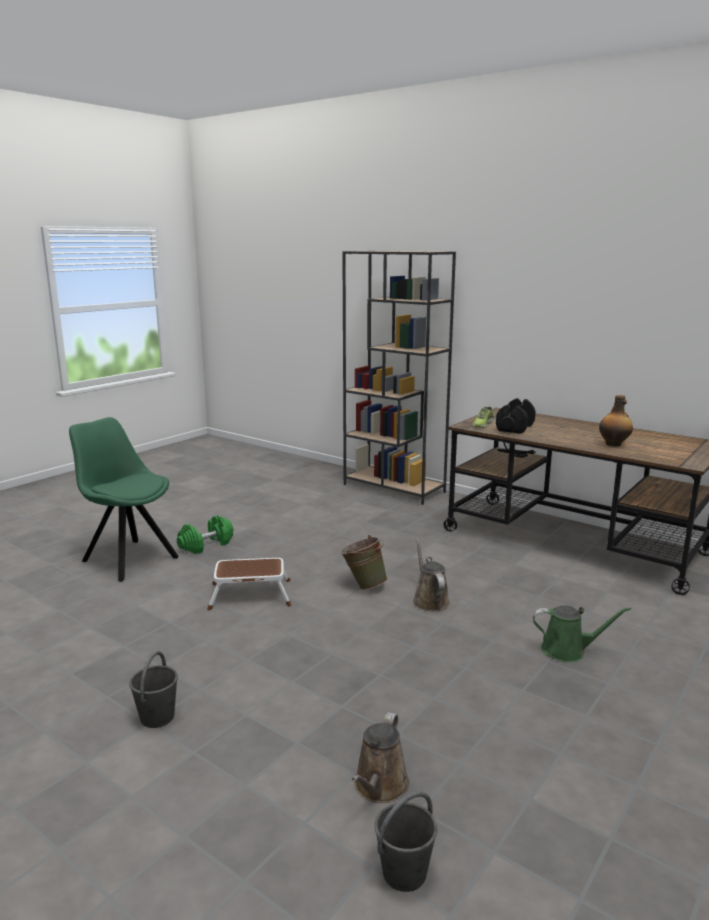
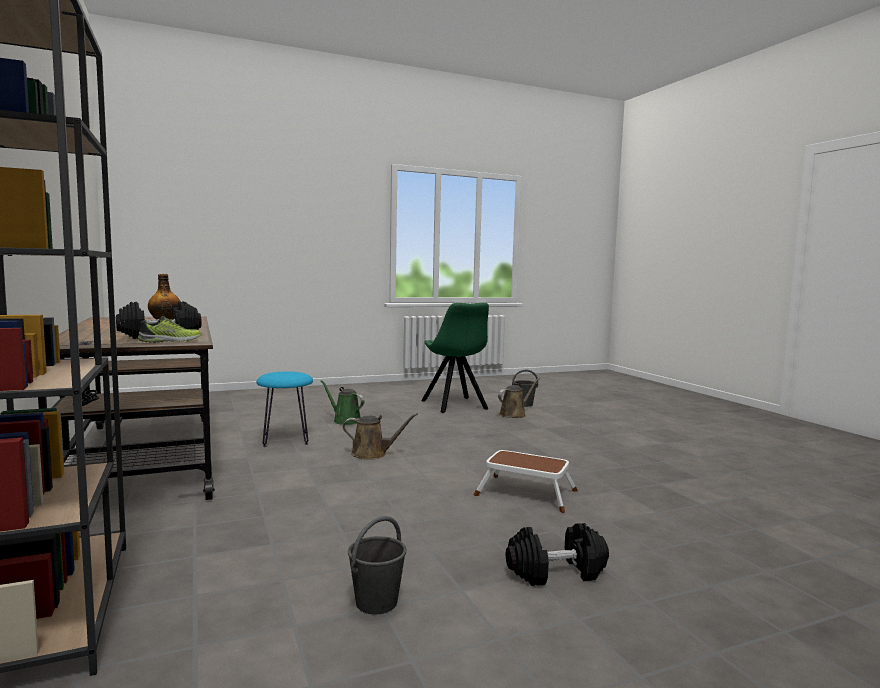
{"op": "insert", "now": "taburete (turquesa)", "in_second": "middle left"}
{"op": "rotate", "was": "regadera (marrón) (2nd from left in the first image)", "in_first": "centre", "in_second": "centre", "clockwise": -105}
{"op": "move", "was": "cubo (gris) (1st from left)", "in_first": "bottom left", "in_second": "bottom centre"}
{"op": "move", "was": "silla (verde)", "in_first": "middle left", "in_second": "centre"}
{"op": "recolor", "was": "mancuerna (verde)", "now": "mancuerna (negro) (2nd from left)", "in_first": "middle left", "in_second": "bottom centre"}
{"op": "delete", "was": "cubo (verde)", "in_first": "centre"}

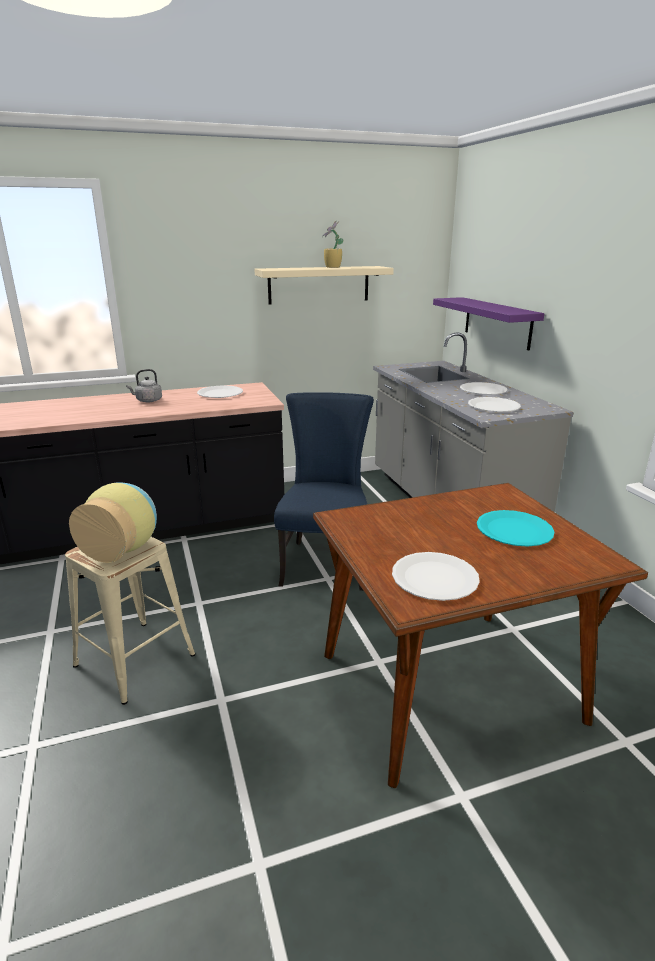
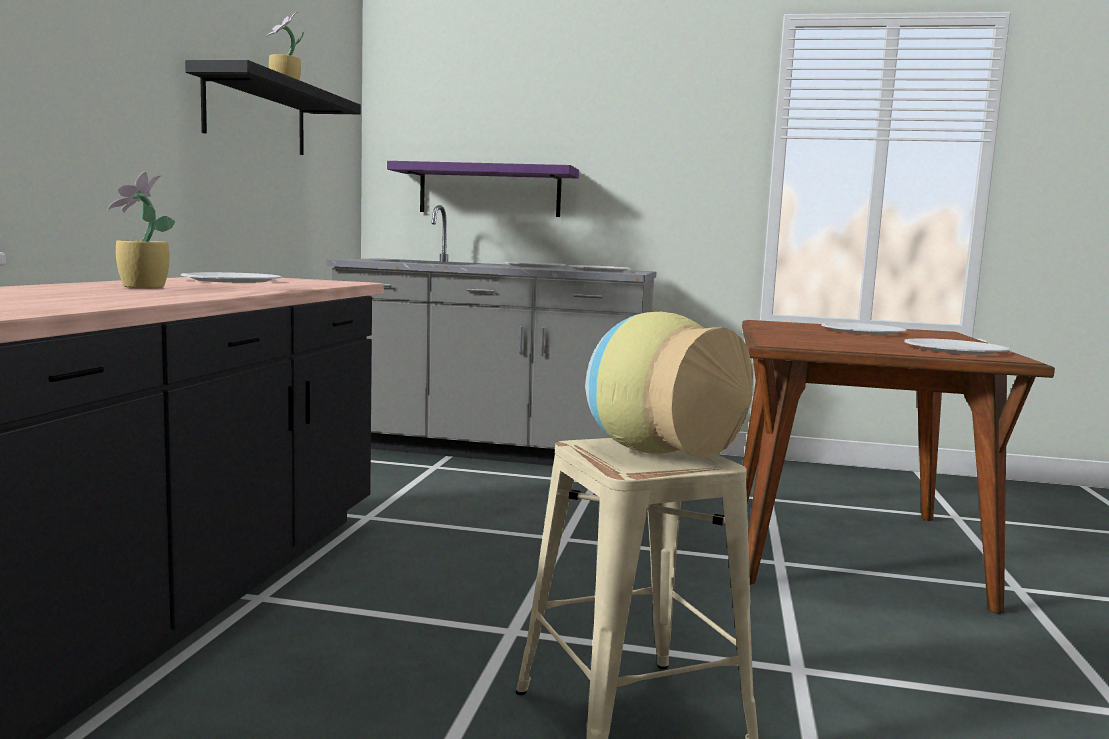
{"op": "replace", "was": "hervidor (gris)", "now": "planta en maceta (1st from left)", "in_first": "middle left", "in_second": "top left"}
{"op": "recolor", "was": "estante (beis)", "now": "estante (negro)", "in_first": "top centre", "in_second": "top left"}
{"op": "recolor", "was": "plato (turquesa)", "now": "plato (blanco) (4th from left)", "in_first": "middle right", "in_second": "middle right"}
{"op": "delete", "was": "silla (azul)", "in_first": "centre"}

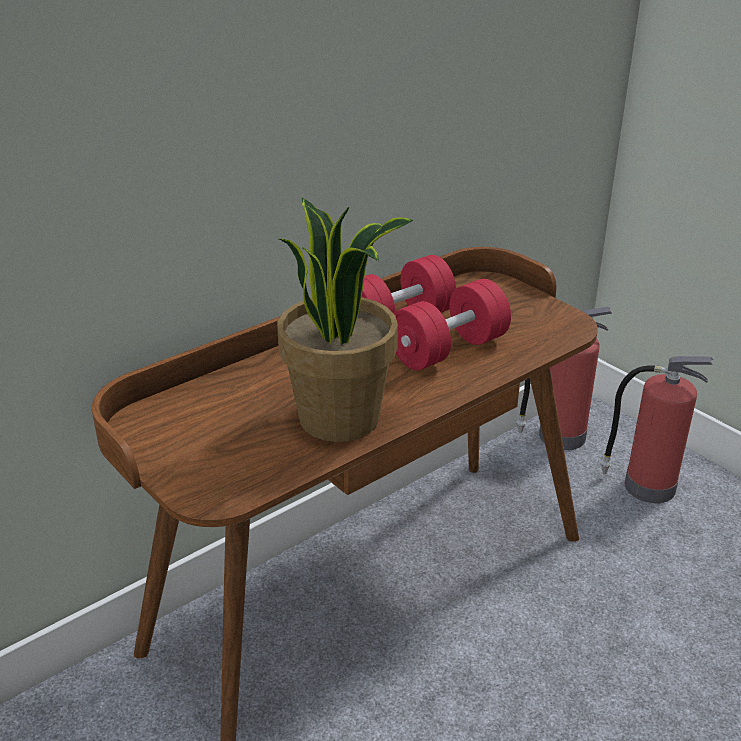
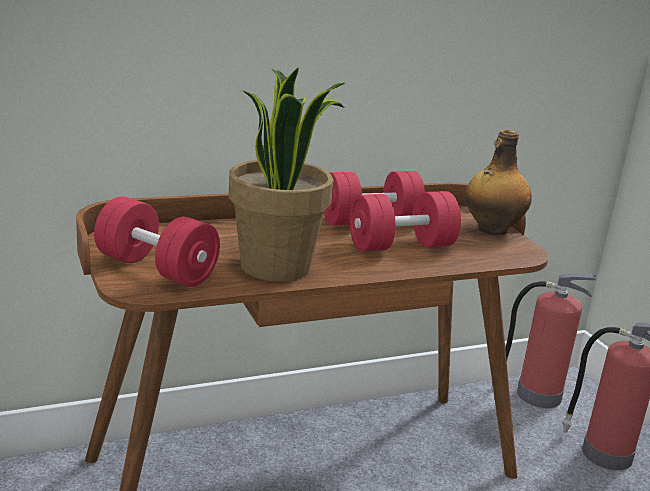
{"op": "insert", "now": "mancuerna (rojo) (1st from left)", "in_second": "middle left"}
{"op": "insert", "now": "botella", "in_second": "middle right"}

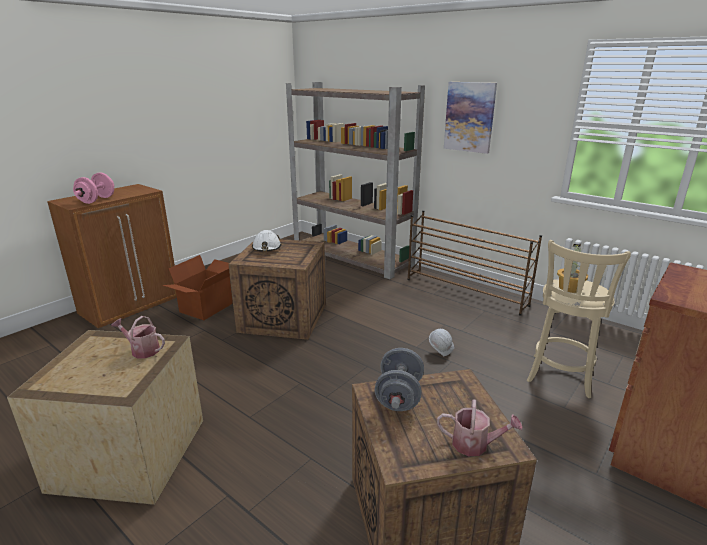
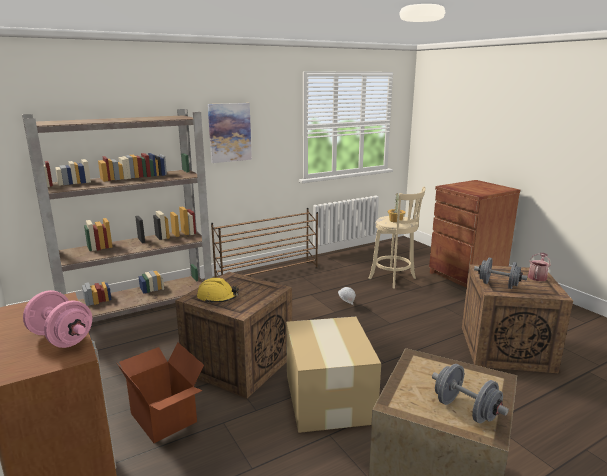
{"op": "recolor", "was": "casco (blanco) (1st from left)", "now": "casco (amarillo)", "in_first": "centre", "in_second": "centre"}
{"op": "insert", "now": "caja de cartón (2nd from left)", "in_second": "bottom centre"}
{"op": "insert", "now": "mancuerna (gris) (1st from left)", "in_second": "bottom right"}
{"op": "delete", "was": "regadera (1st from left)", "in_first": "middle left"}

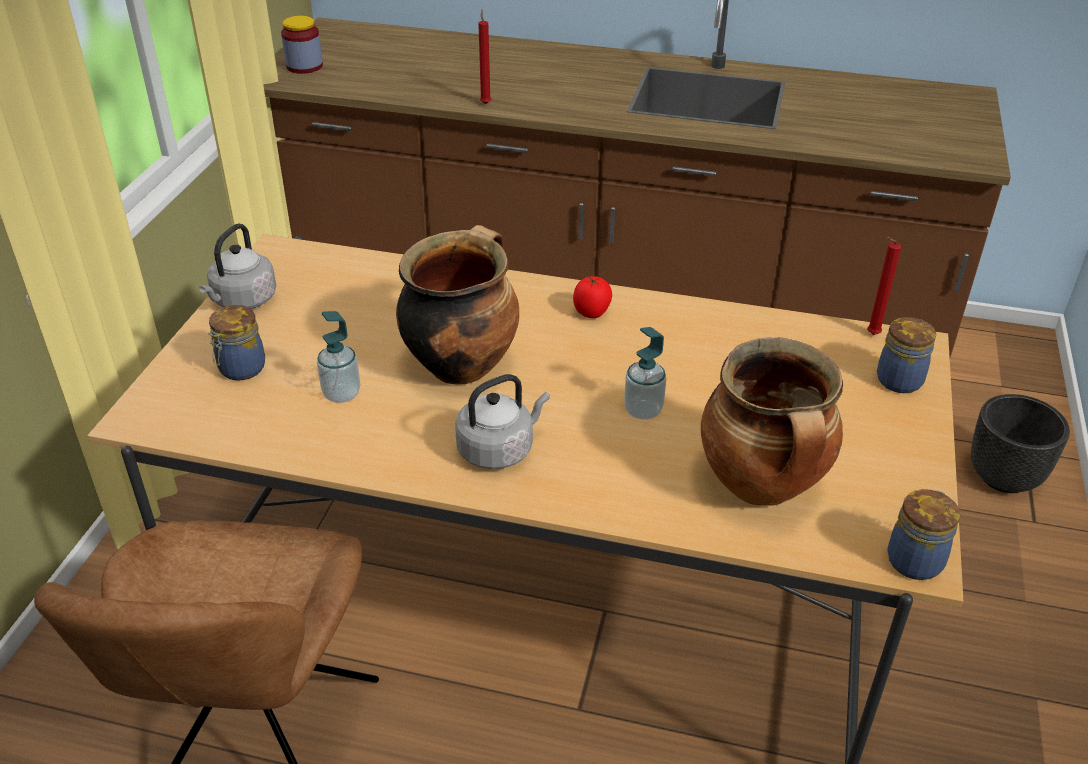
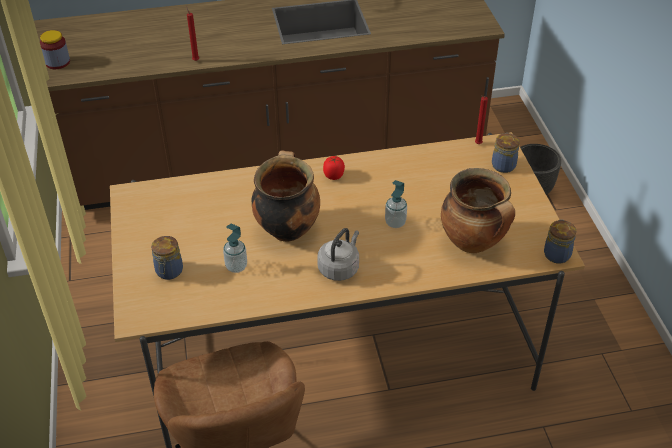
{"op": "delete", "was": "hervidor (gris) (1st from left)", "in_first": "middle left"}

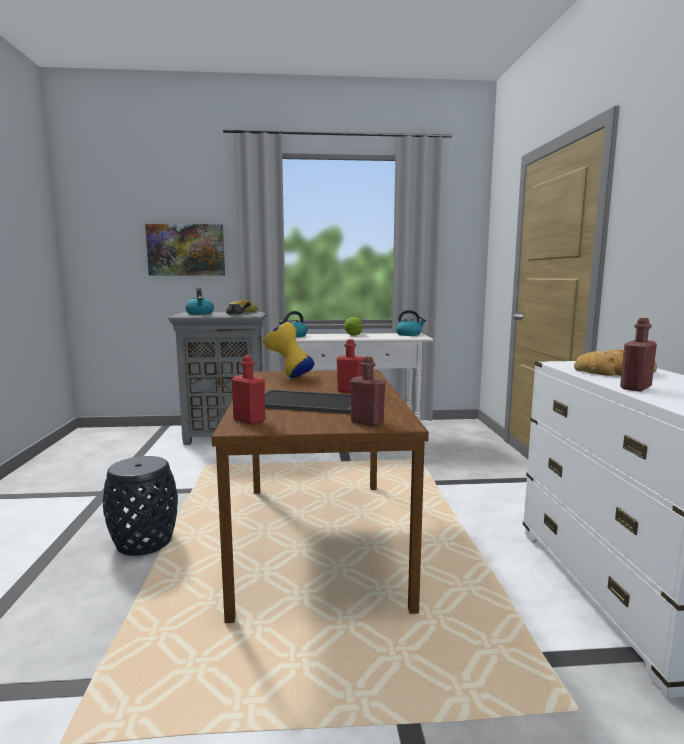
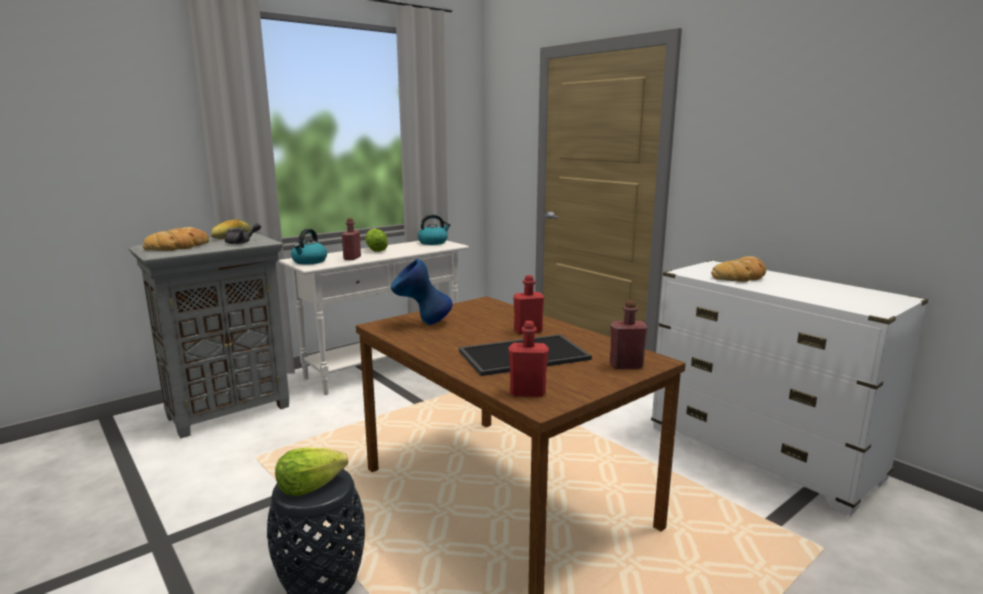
{"op": "replace", "was": "hervidor (1st from left)", "now": "pan (1st from left)", "in_first": "middle left", "in_second": "middle left"}
{"op": "insert", "now": "lechuga (1st from left)", "in_second": "bottom left"}
{"op": "move", "was": "botella (rojo) (4th from left in the first image)", "now": "botella (rojo) (1st from left)", "in_first": "middle right", "in_second": "centre"}
{"op": "recolor", "was": "florero (amarillo)", "now": "florero (azul)", "in_first": "centre", "in_second": "centre"}
{"op": "delete", "was": "cuadro", "in_first": "middle left"}

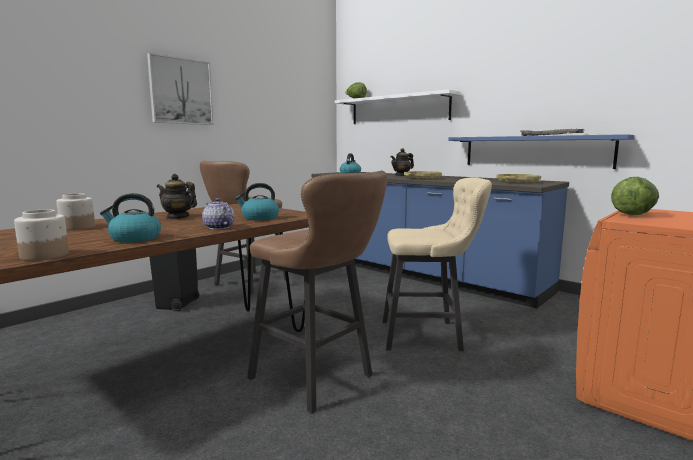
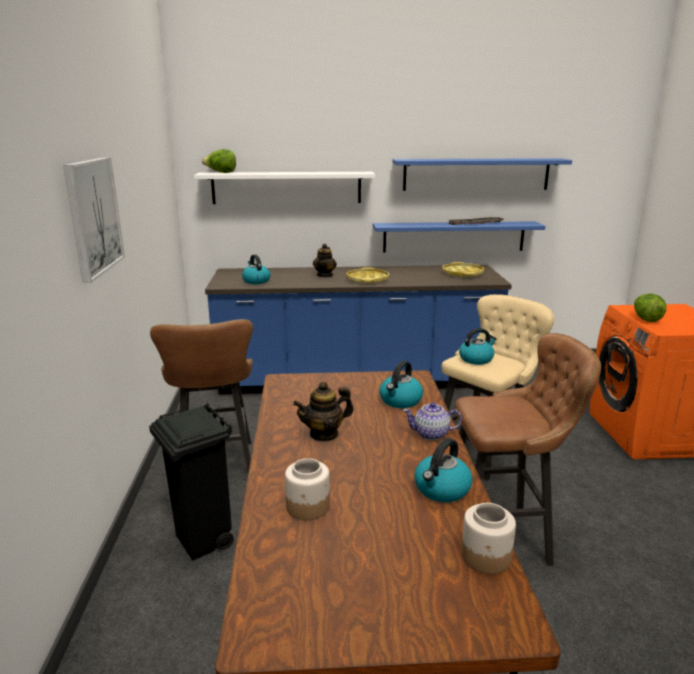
{"op": "insert", "now": "estante (azul) (2nd from left)", "in_second": "top right"}
{"op": "insert", "now": "hervidor (4th from left)", "in_second": "middle right"}

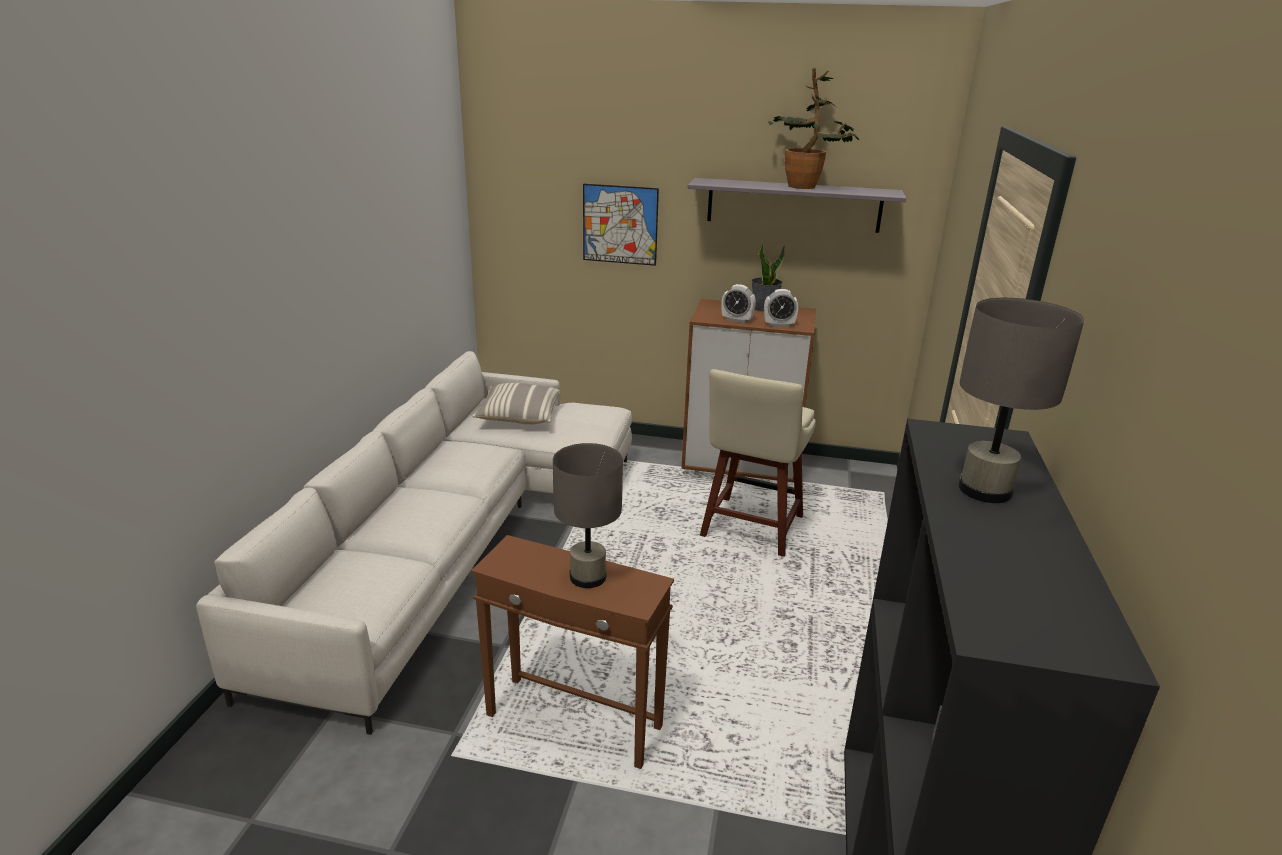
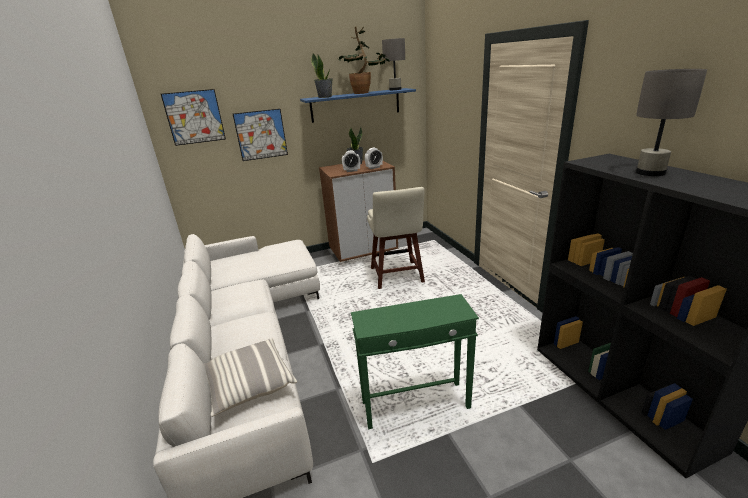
{"op": "insert", "now": "cuadro (1st from left)", "in_second": "top left"}
{"op": "move", "was": "cojín", "in_first": "centre", "in_second": "bottom centre"}
{"op": "recolor", "was": "estante (gris)", "now": "estante (azul)", "in_first": "top centre", "in_second": "top centre"}
{"op": "insert", "now": "planta en maceta (1st from left)", "in_second": "top centre"}
{"op": "recolor", "was": "mesa auxiliar (marrón)", "now": "mesa auxiliar (verde)", "in_first": "bottom centre", "in_second": "bottom centre"}
{"op": "move", "was": "lámpara de mesa (gris) (1st from left)", "in_first": "centre", "in_second": "top centre"}

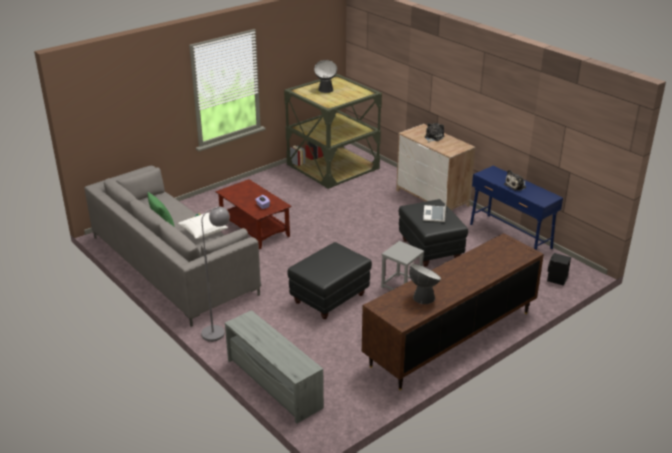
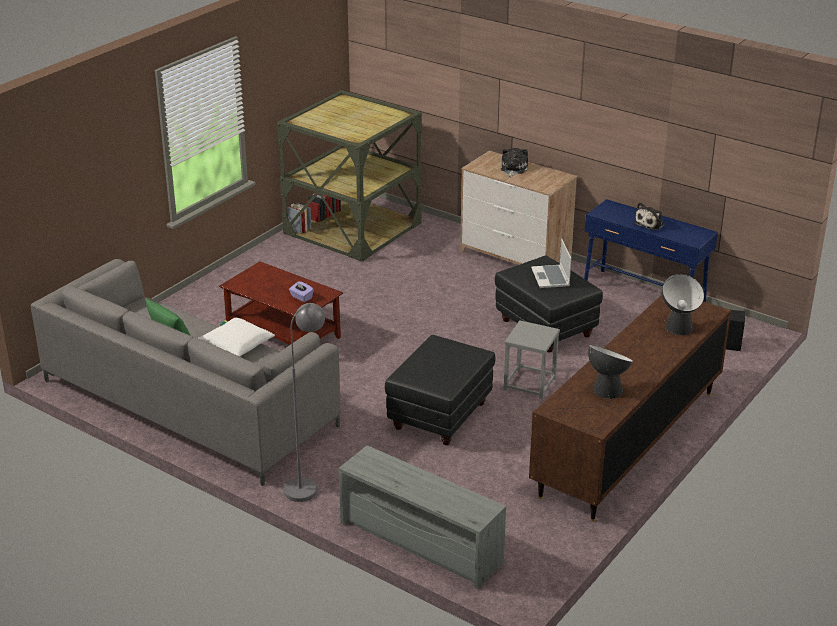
{"op": "move", "was": "lámpara de mesa (1st from left in the first image)", "now": "lámpara de mesa (2nd from left)", "in_first": "top centre", "in_second": "middle right"}

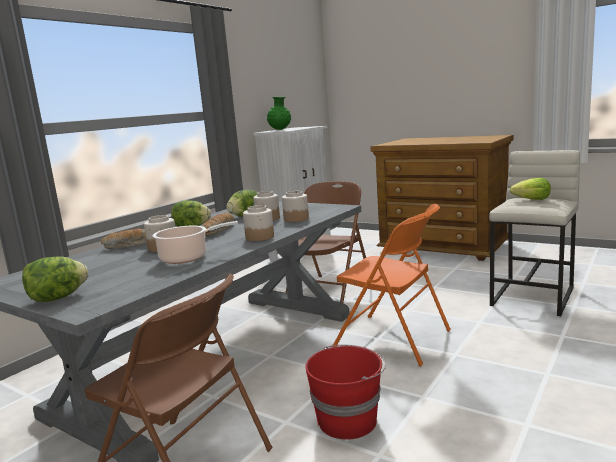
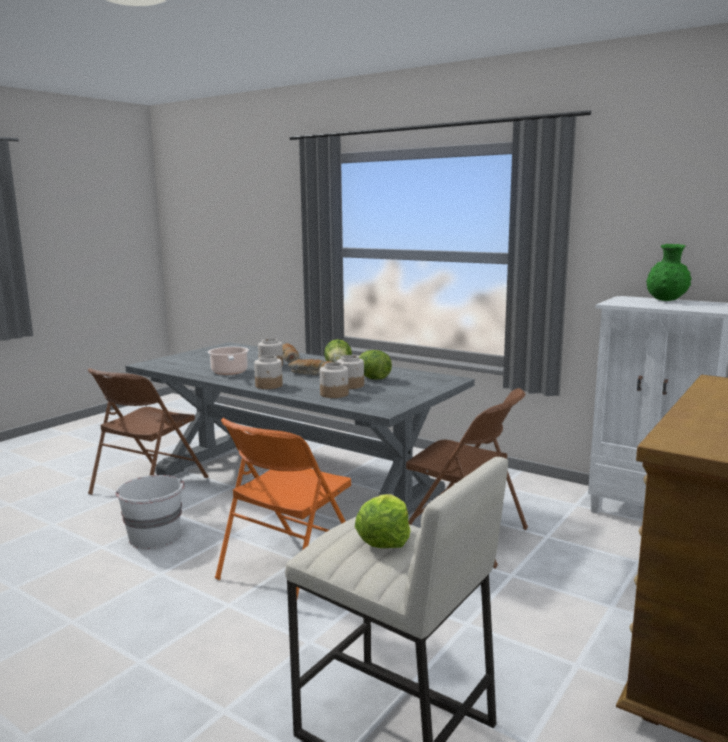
{"op": "recolor", "was": "cubo (rojo)", "now": "cubo (blanco)", "in_first": "bottom centre", "in_second": "bottom left"}
{"op": "delete", "was": "lechuga (1st from left)", "in_first": "middle left"}

